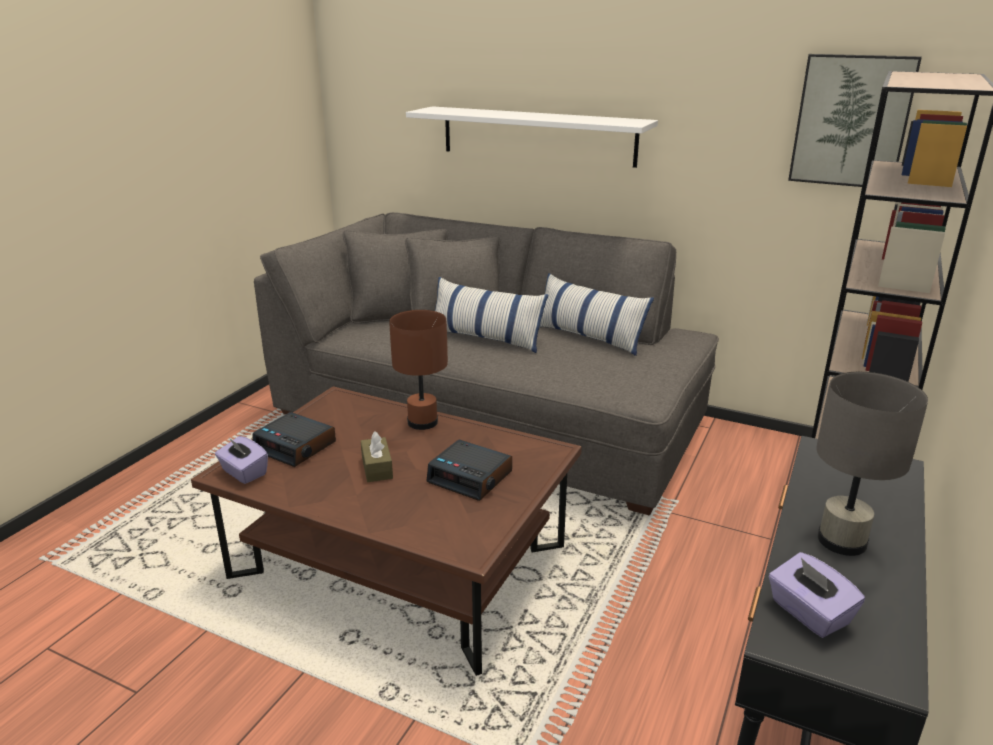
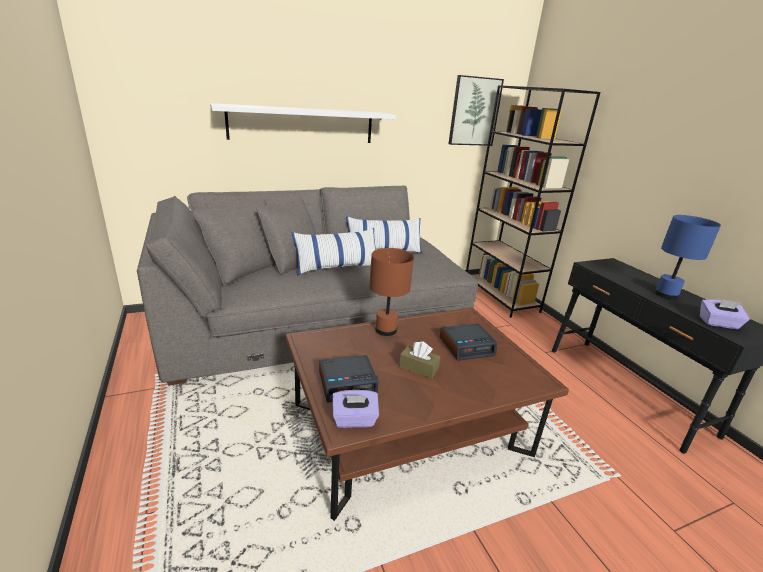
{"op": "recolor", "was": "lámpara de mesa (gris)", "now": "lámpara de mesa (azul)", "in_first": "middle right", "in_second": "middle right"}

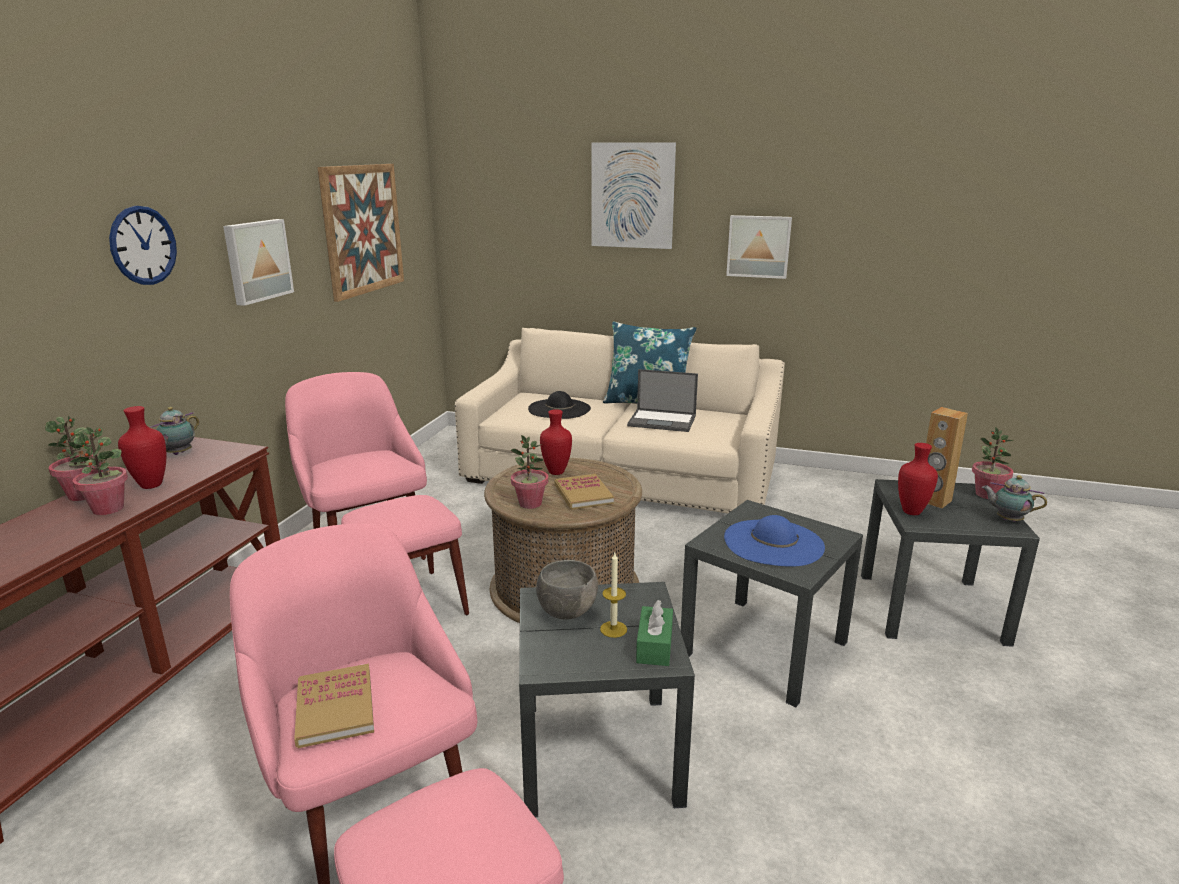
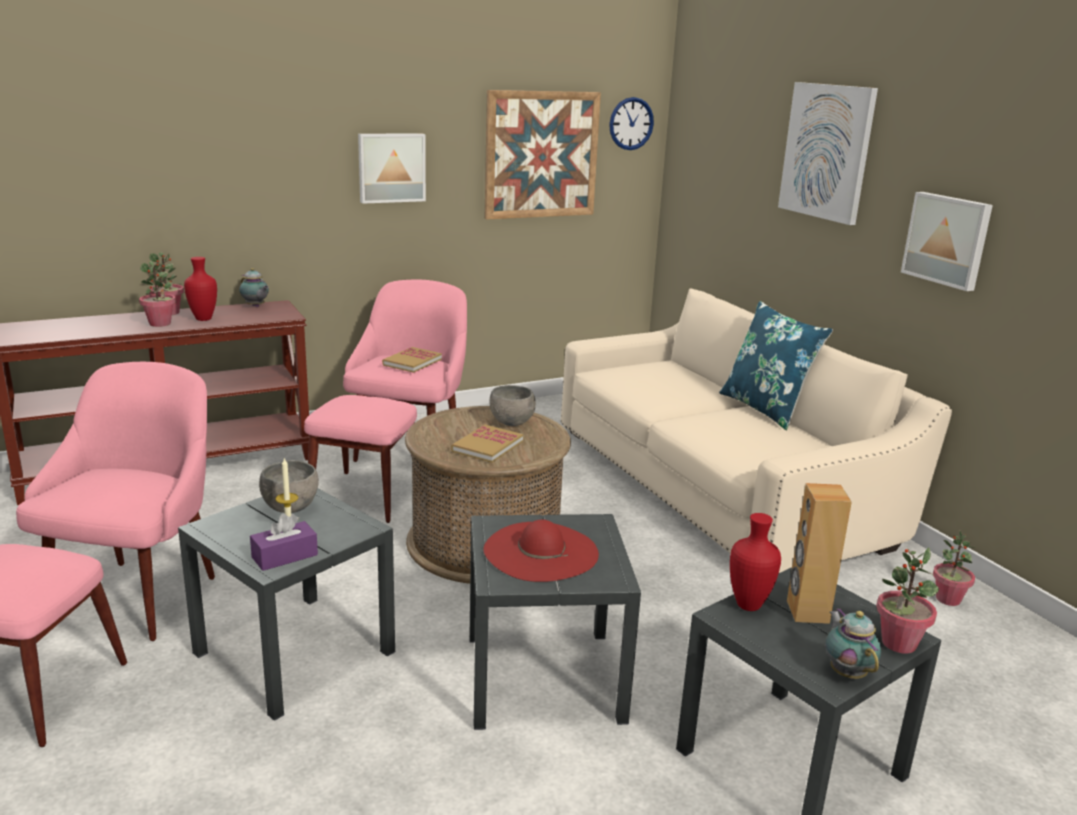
{"op": "rotate", "was": "tetera (1st from left)", "in_first": "middle left", "in_second": "middle left", "clockwise": -120}
{"op": "recolor", "was": "caja de pañuelos (verde)", "now": "caja de pañuelos (morado)", "in_first": "bottom centre", "in_second": "middle left"}
{"op": "move", "was": "libro (1st from left)", "in_first": "bottom left", "in_second": "centre"}
{"op": "recolor", "was": "sombrero (azul)", "now": "sombrero (rojo)", "in_first": "centre", "in_second": "bottom centre"}
{"op": "replace", "was": "florero (rojo) (2nd from left)", "now": "cuenco (gris) (2nd from left)", "in_first": "centre", "in_second": "centre"}
{"op": "move", "was": "reloj de pared", "in_first": "top left", "in_second": "top centre"}
{"op": "move", "was": "planta en maceta (3rd from left in the first image)", "now": "planta en maceta (4th from left)", "in_first": "centre", "in_second": "bottom right"}
{"op": "delete", "was": "sombrero (negro)", "in_first": "centre"}
{"op": "delete", "was": "portátil", "in_first": "centre"}

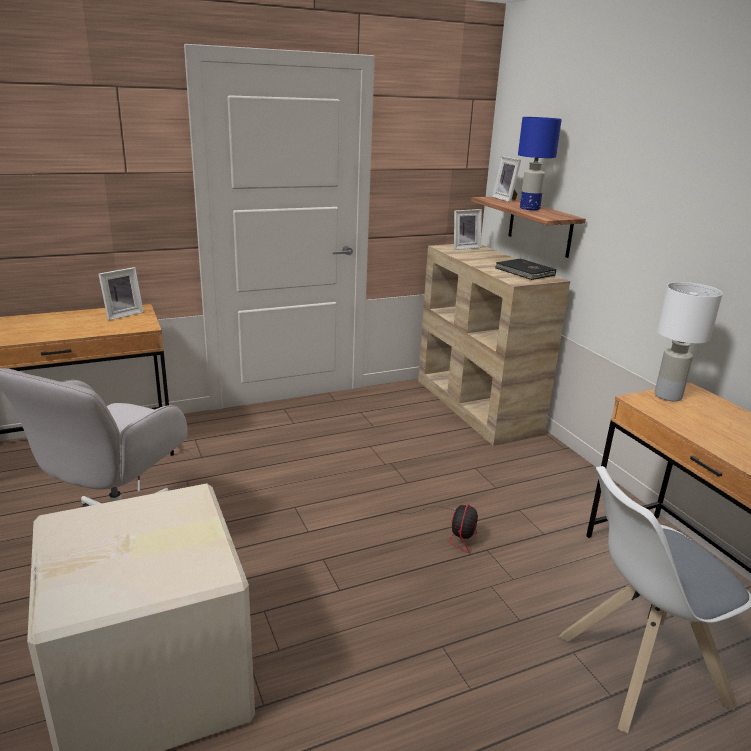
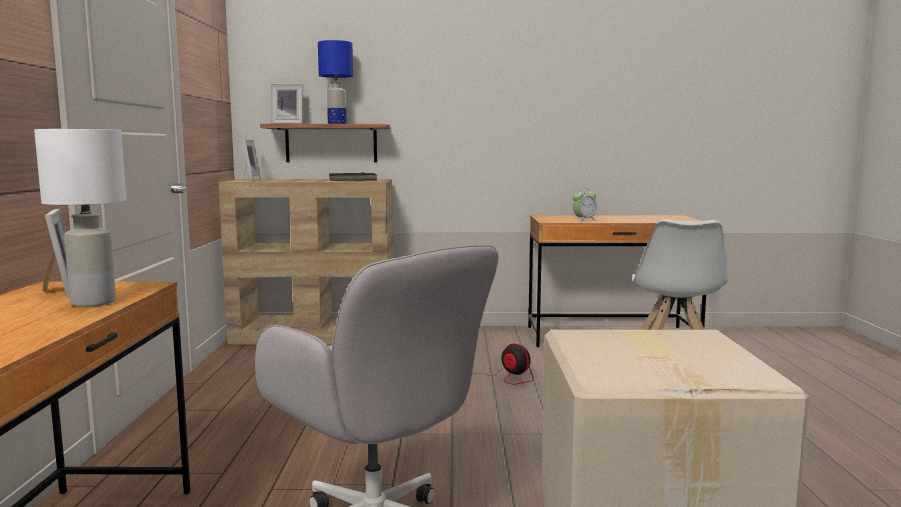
{"op": "move", "was": "lámpara de mesa (blanco)", "in_first": "middle right", "in_second": "middle left"}
{"op": "insert", "now": "despertador", "in_second": "centre"}

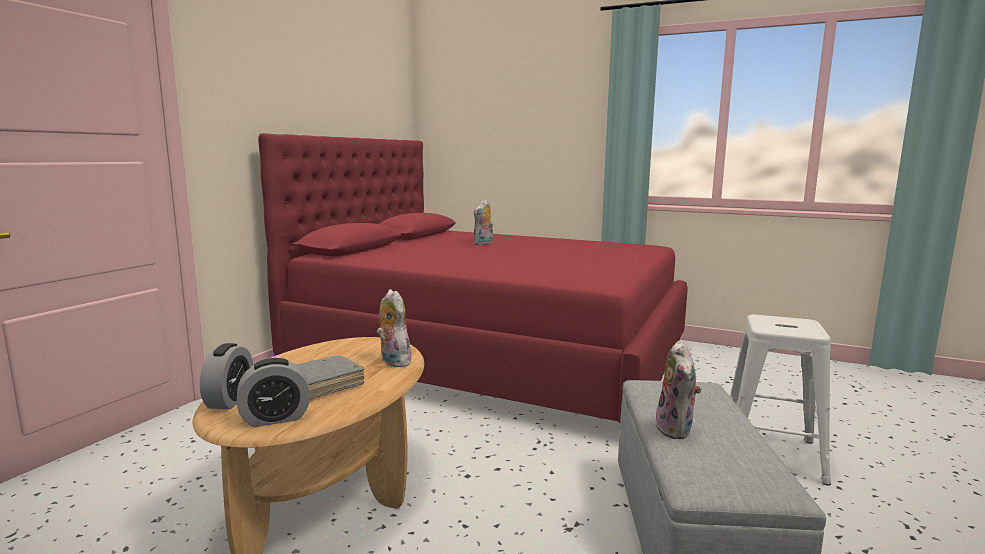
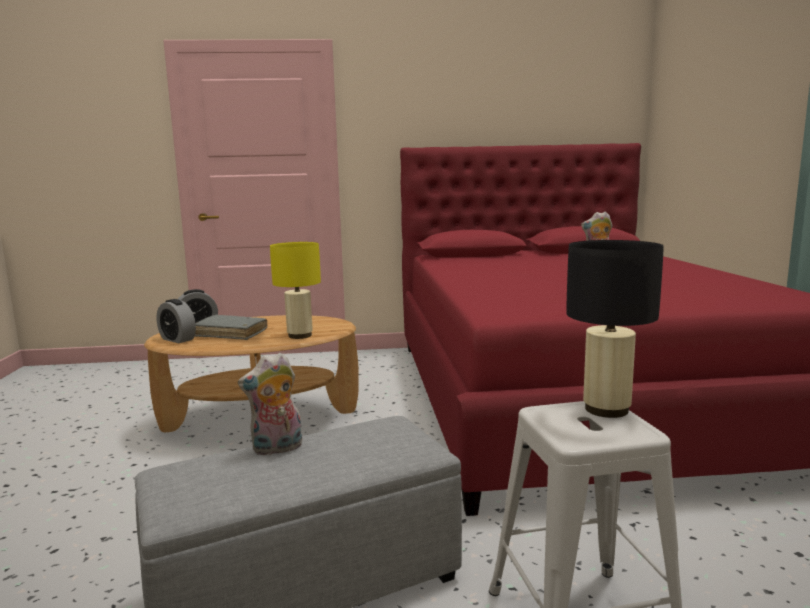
{"op": "replace", "was": "peluche (1st from left)", "now": "lámpara de mesa (amarillo)", "in_first": "centre", "in_second": "centre"}
{"op": "insert", "now": "lámpara de mesa (negro)", "in_second": "middle right"}

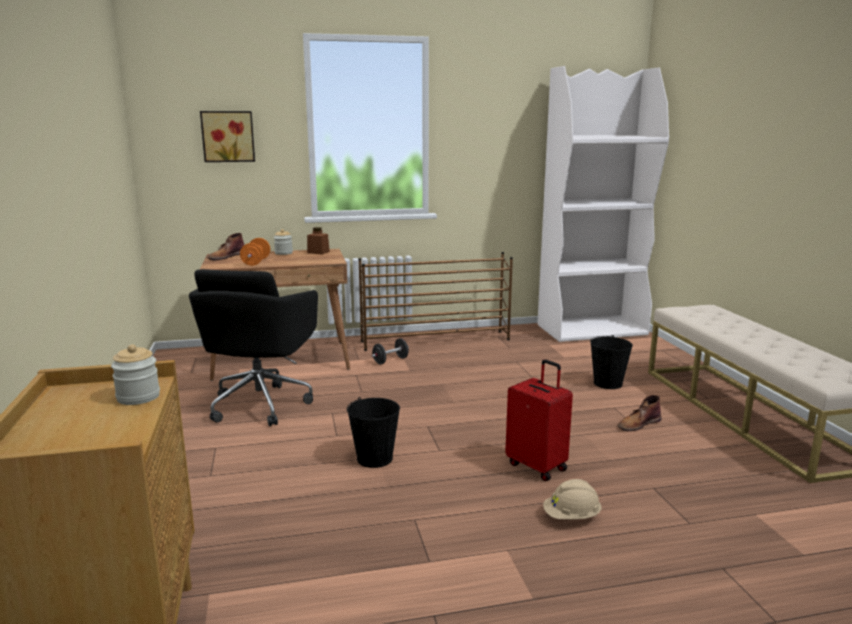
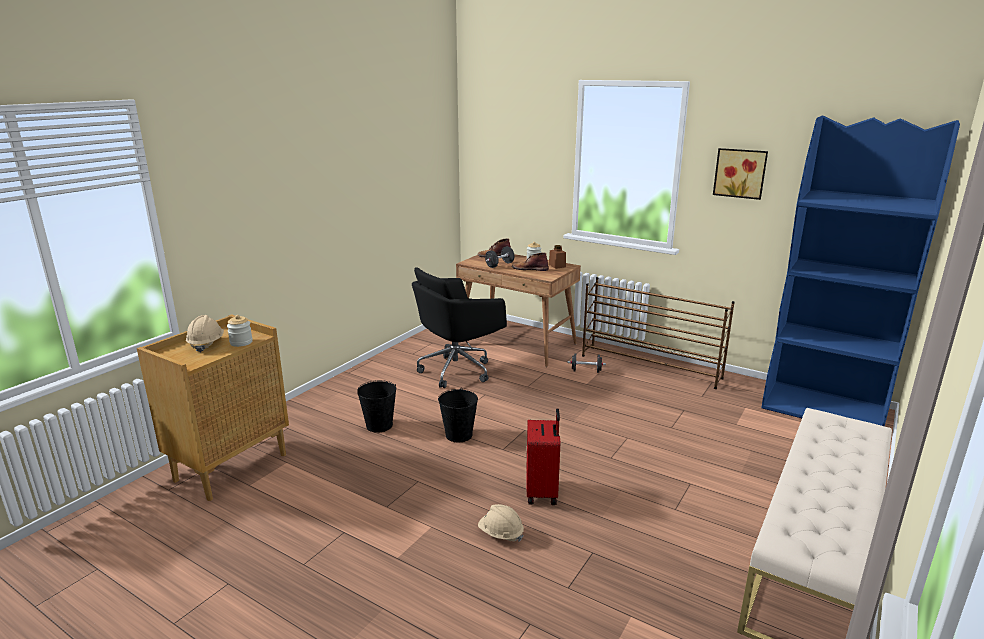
{"op": "insert", "now": "casco (beis) (1st from left)", "in_second": "middle left"}
{"op": "move", "was": "cubo (negro) (2nd from left in the first image)", "now": "cubo (negro) (1st from left)", "in_first": "middle right", "in_second": "centre"}
{"op": "recolor", "was": "mancuerna (naranja)", "now": "mancuerna (negro) (1st from left)", "in_first": "middle left", "in_second": "centre"}
{"op": "move", "was": "bota (marrón) (2nd from left)", "in_first": "middle right", "in_second": "centre"}
{"op": "move", "was": "cuadro", "in_first": "top left", "in_second": "top right"}
{"op": "recolor", "was": "estantería (blanco)", "now": "estantería (azul)", "in_first": "top right", "in_second": "middle right"}

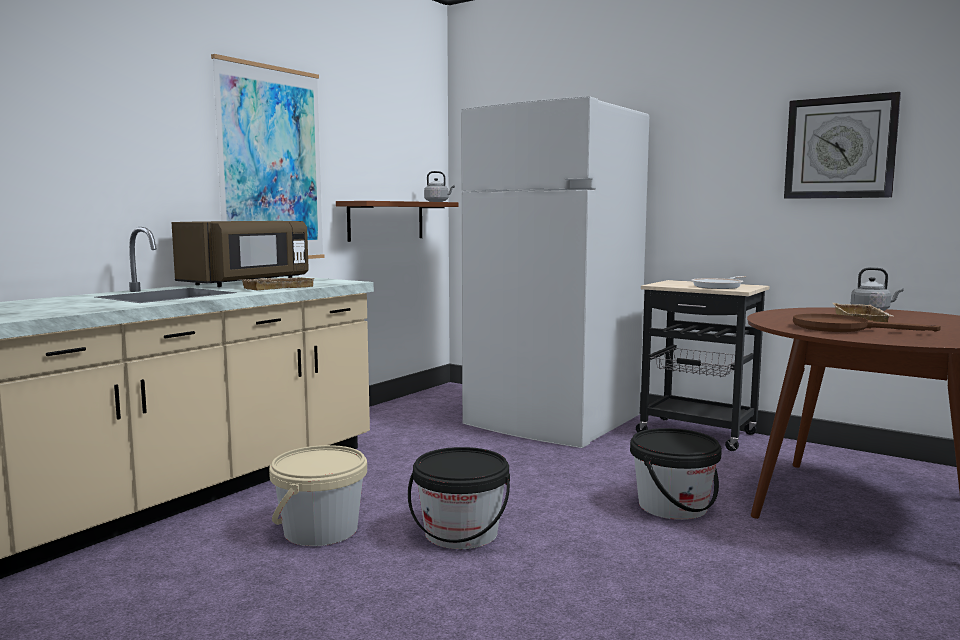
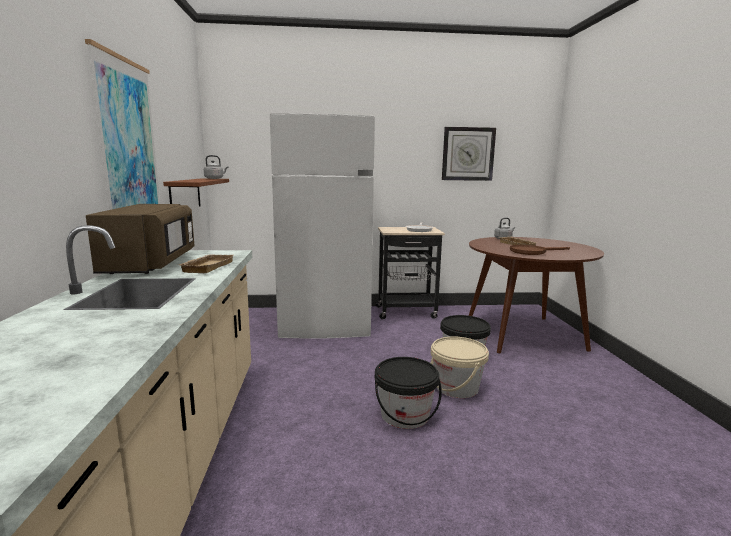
{"op": "move", "was": "cubo (beis)", "in_first": "bottom left", "in_second": "bottom centre"}

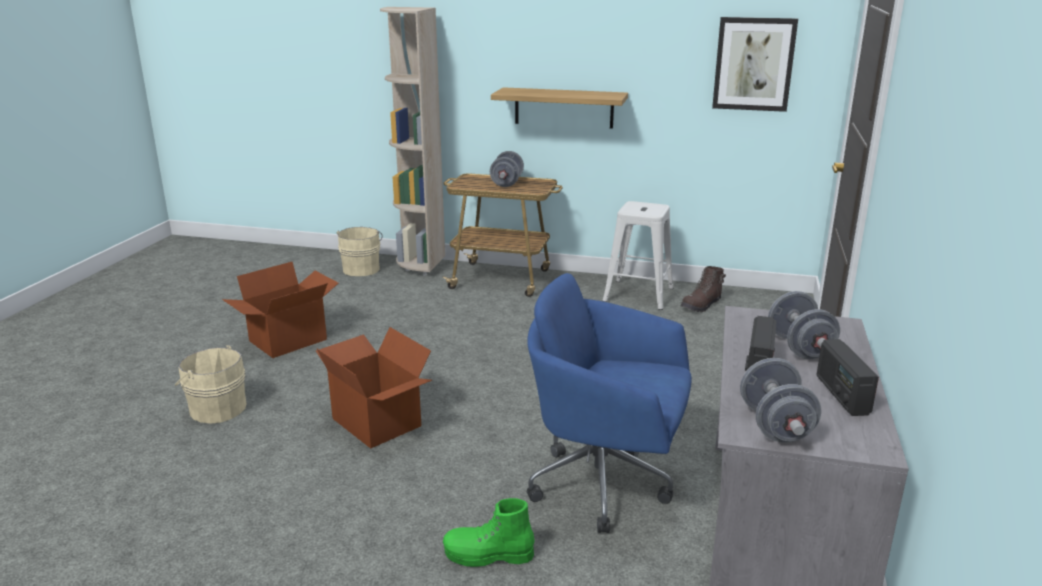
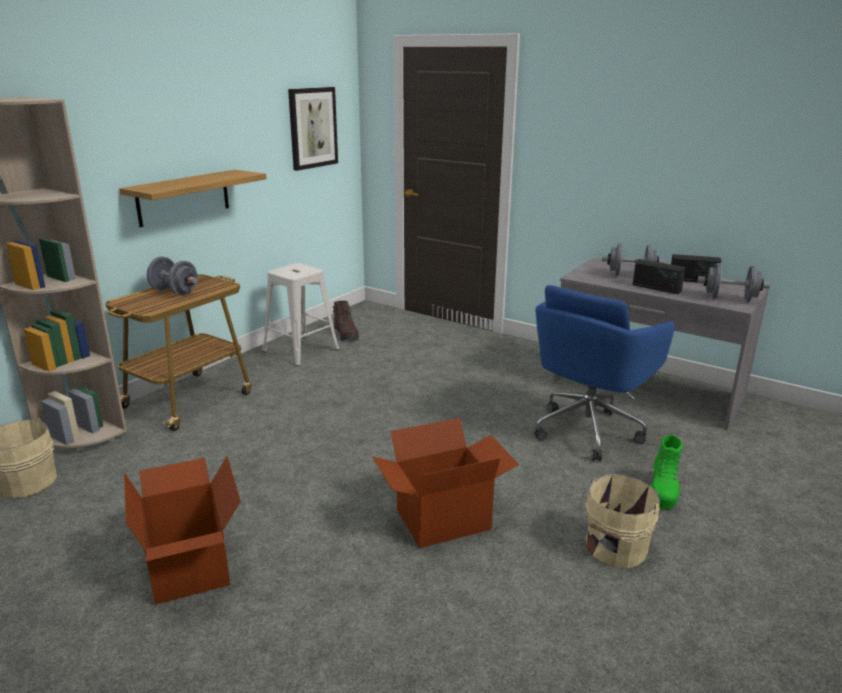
{"op": "move", "was": "cubo (beis) (1st from left in the first image)", "now": "cubo (beis) (2nd from left)", "in_first": "middle left", "in_second": "bottom right"}

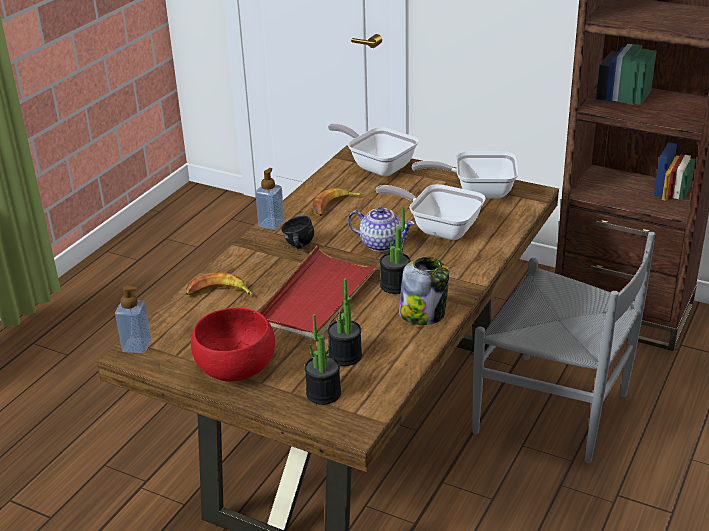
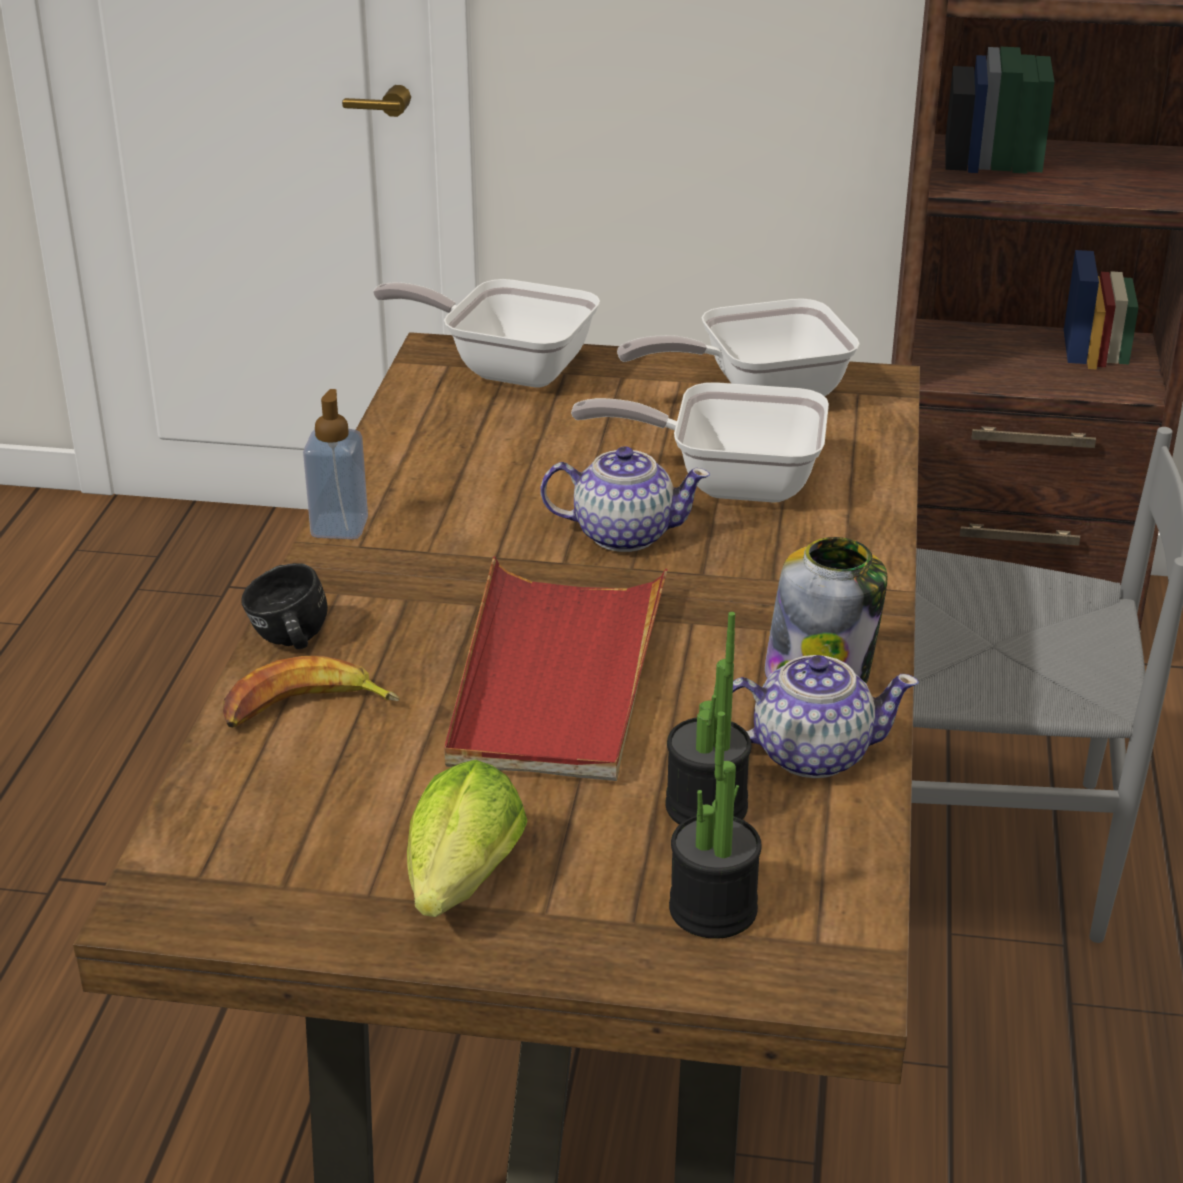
{"op": "move", "was": "taza grande (negro)", "in_first": "centre", "in_second": "middle left"}
{"op": "replace", "was": "cuenco (rojo)", "now": "lechuga", "in_first": "middle left", "in_second": "bottom centre"}
{"op": "insert", "now": "tetera (2nd from left)", "in_second": "middle right"}
{"op": "delete", "was": "dispensador de jabón (1st from left)", "in_first": "middle left"}
{"op": "delete", "was": "plátano (2nd from left)", "in_first": "centre"}
{"op": "delete", "was": "planta en maceta (3rd from left)", "in_first": "centre"}

